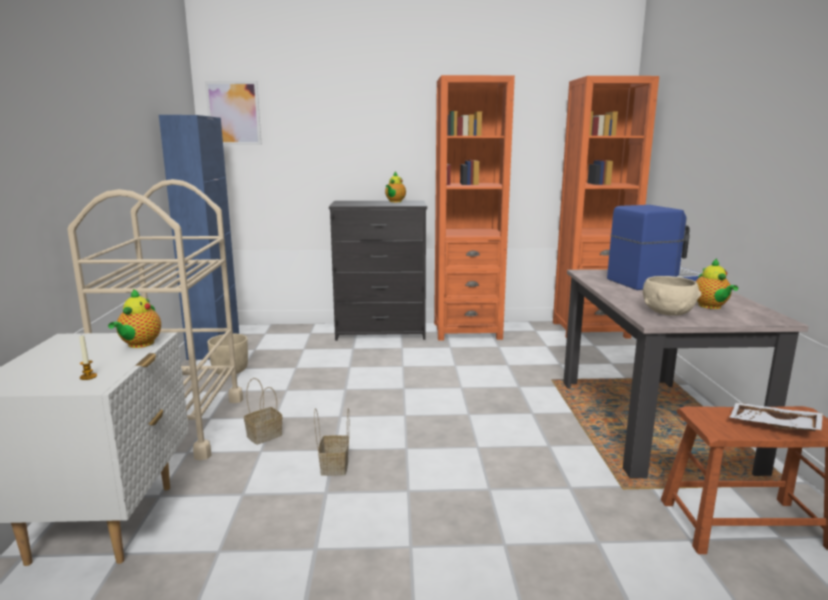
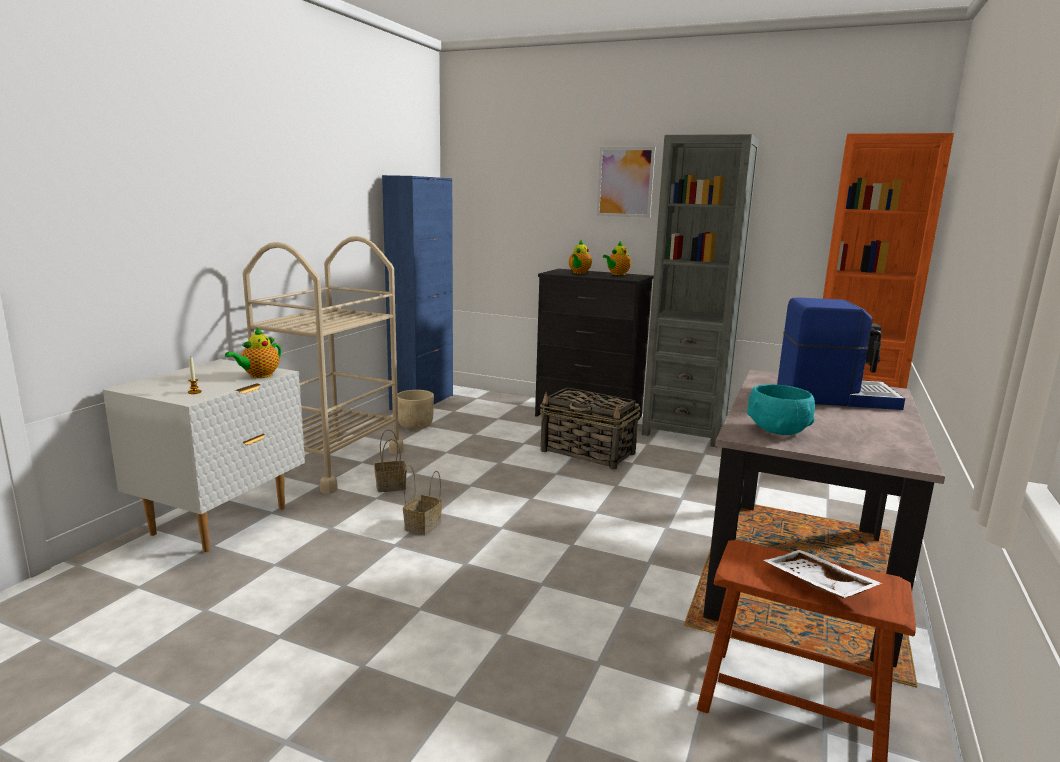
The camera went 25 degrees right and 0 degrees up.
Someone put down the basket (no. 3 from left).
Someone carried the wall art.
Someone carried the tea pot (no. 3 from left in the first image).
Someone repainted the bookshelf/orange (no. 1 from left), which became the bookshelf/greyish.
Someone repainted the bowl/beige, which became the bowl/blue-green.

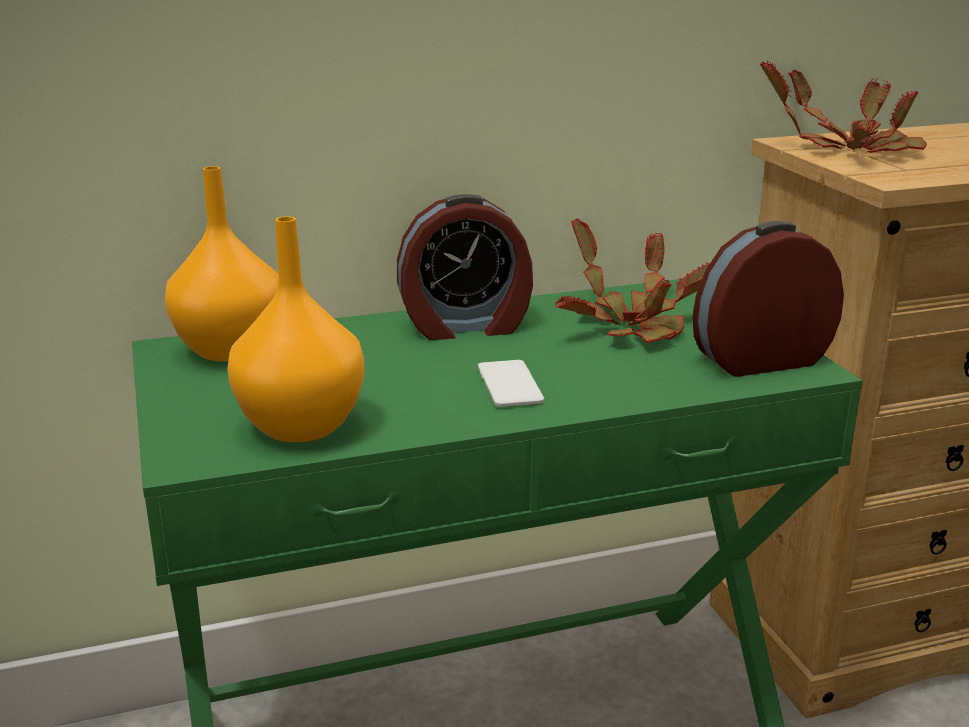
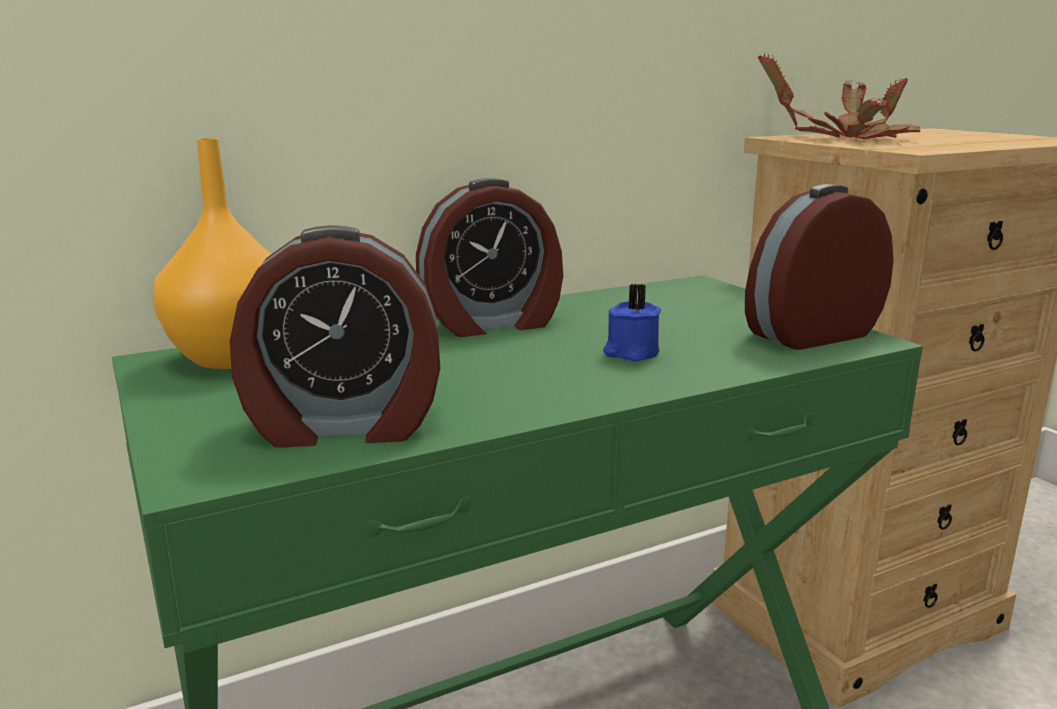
The camera went 10 degrees left and 5 degrees down.
Someone took away the handset.
Someone took away the potted plant (no. 1 from left).
Someone put down the candle/blue.
Someone swapped the decorative vase/orange (no. 2 from left) for the alarm clock (no. 1 from left).

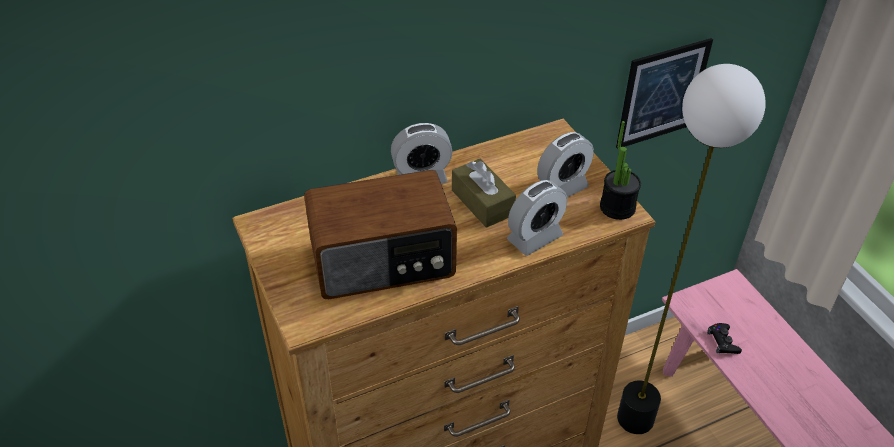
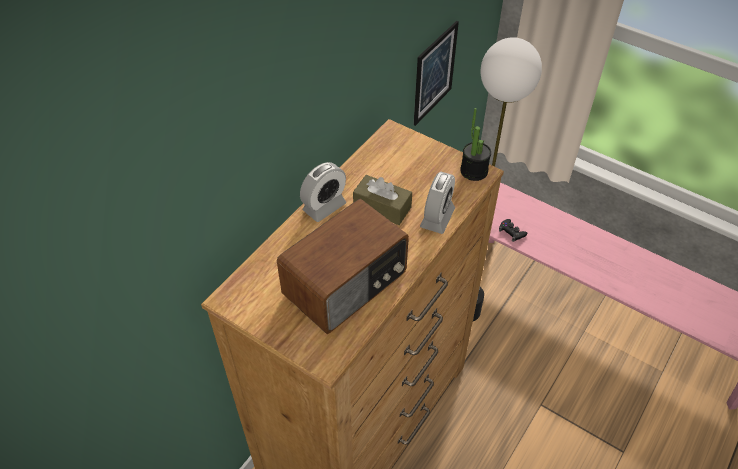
The camera went 30 degrees left and 5 degrees up.
Someone took away the alarm clock (no. 3 from left).

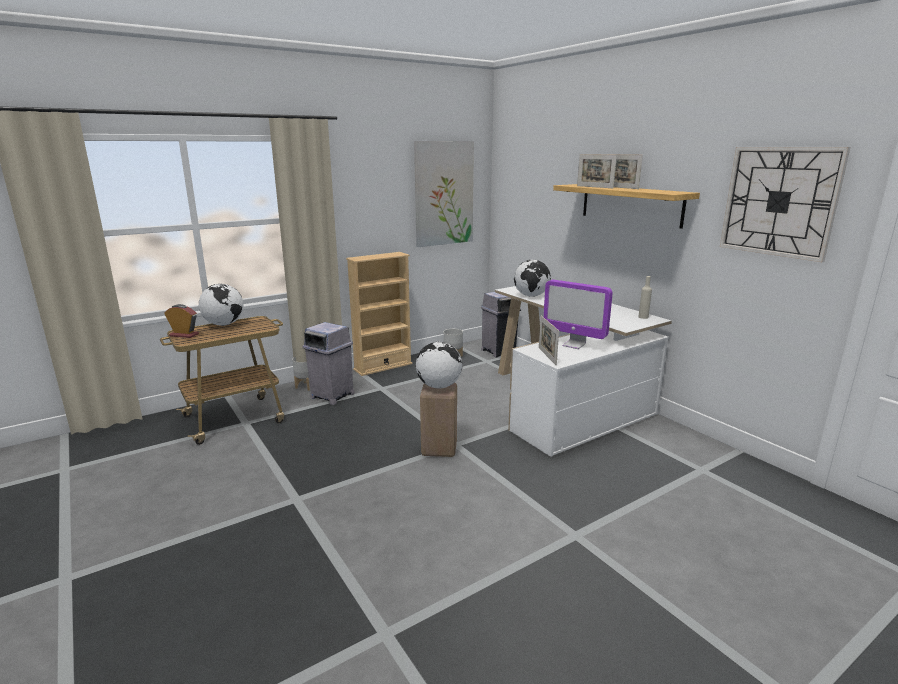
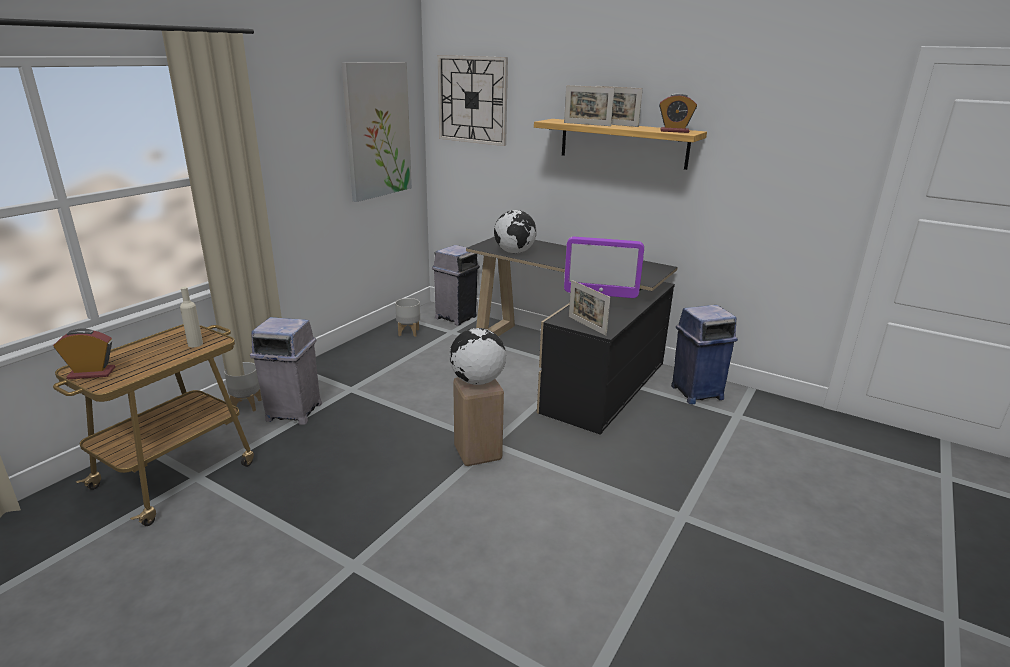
The camera went 25 degrees left and 5 degrees up.
Someone took away the world globe (no. 1 from left).
Someone took away the bookshelf/beige.
Someone put down the alarm clock (no. 2 from left).
Someone put down the trash can/blue.
Someone carried the drink bottle/beige.
Someone carried the wall clock.
Someone repainted the desk/white-coloured, which became the desk/blackish.

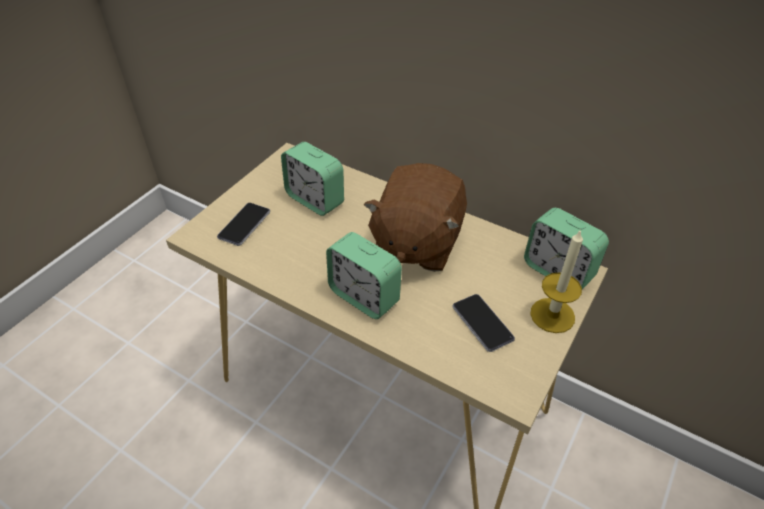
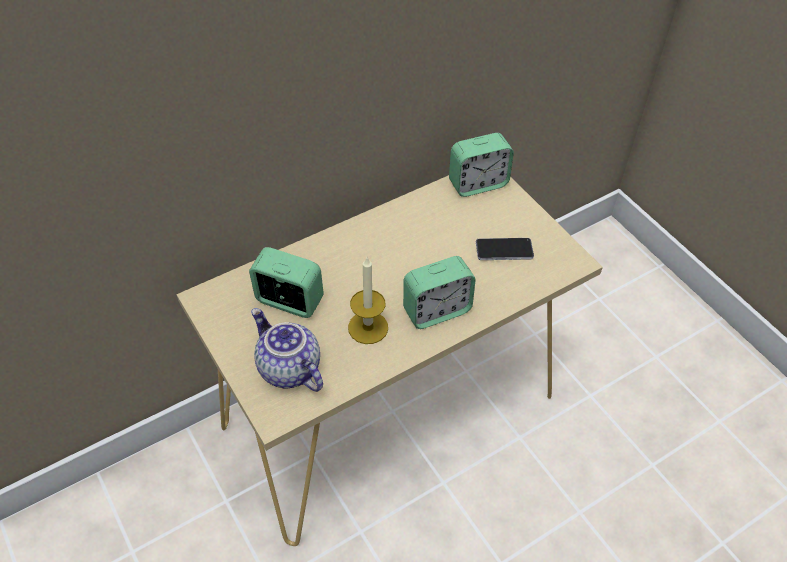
The camera went 65 degrees left and 5 degrees up.
Someone took away the soft toy/brown.
Someone carried the candle.
Someone swapped the handset (no. 1 from left) for the tea pot.
Someone rotated the alarm clock (no. 1 from left) by 135 degrees counterclockwise.

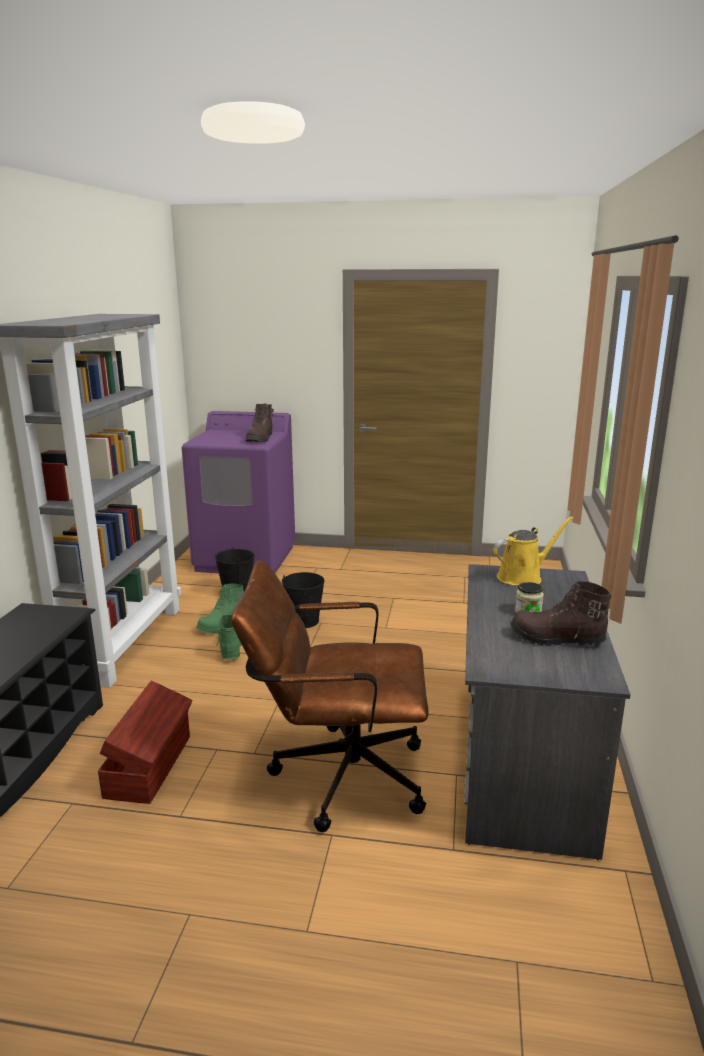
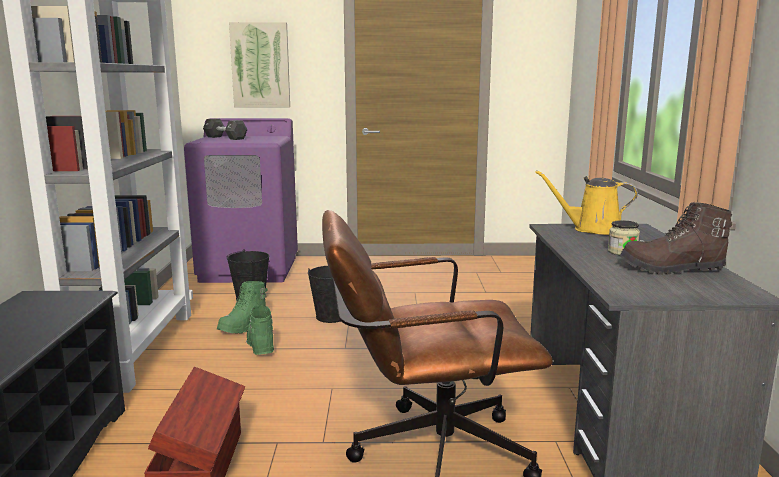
The camera went 10 degrees left and 5 degrees down.
Someone took away the boot/brown (no. 1 from left).
Someone put down the dumbbell/blackish.
Someone put up the wall art.
Someone rotated the watering can/yellow-coloured by 135 degrees counterclockwise.

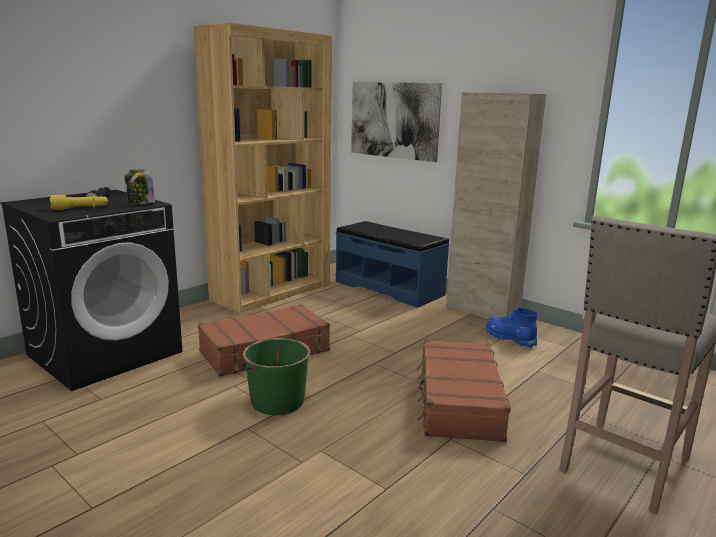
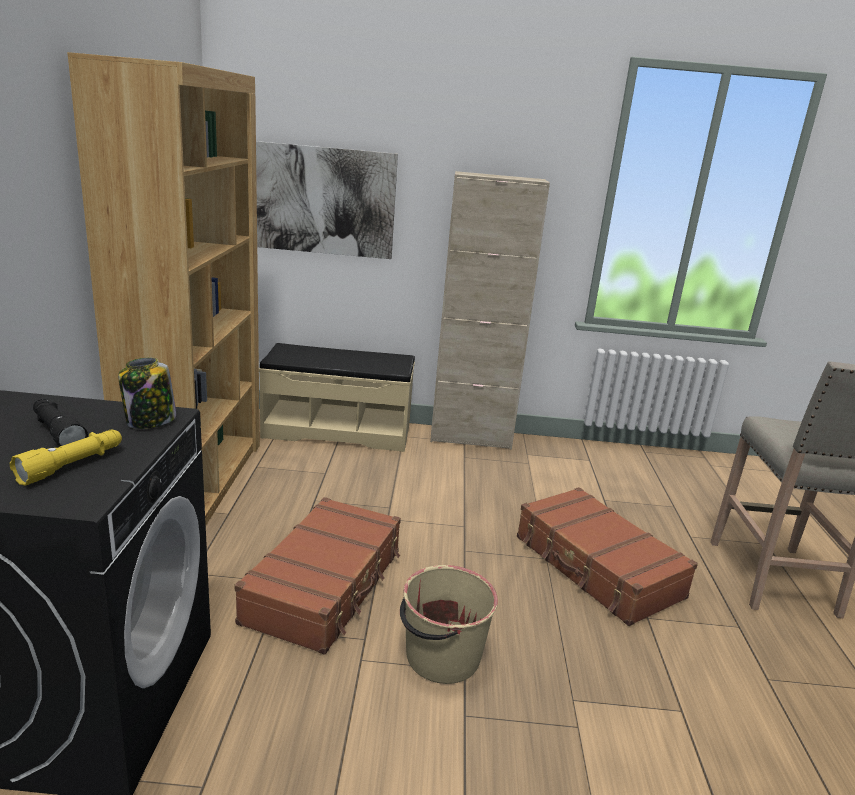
The camera went 40 degrees left and 5 degrees up.
Someone took away the boot/blue.
Someone repainted the water bucket/green, which became the water bucket/beige.
Someone repainted the bench/blue, which became the bench/beige.

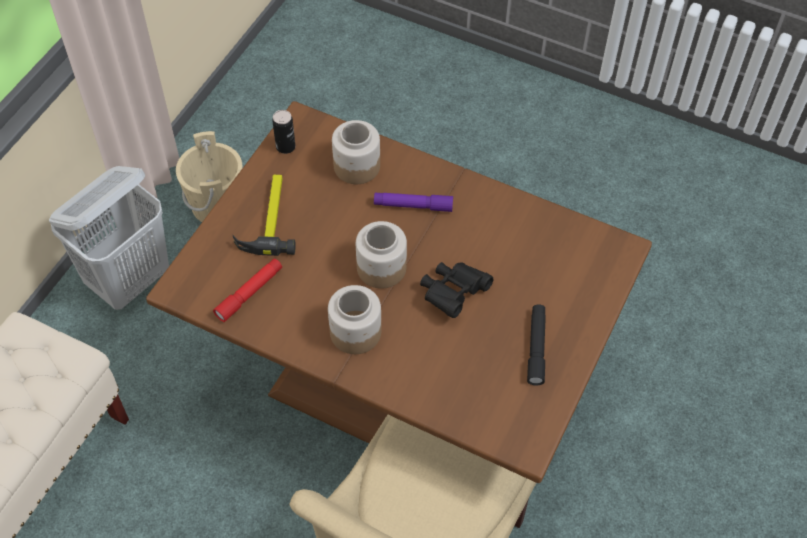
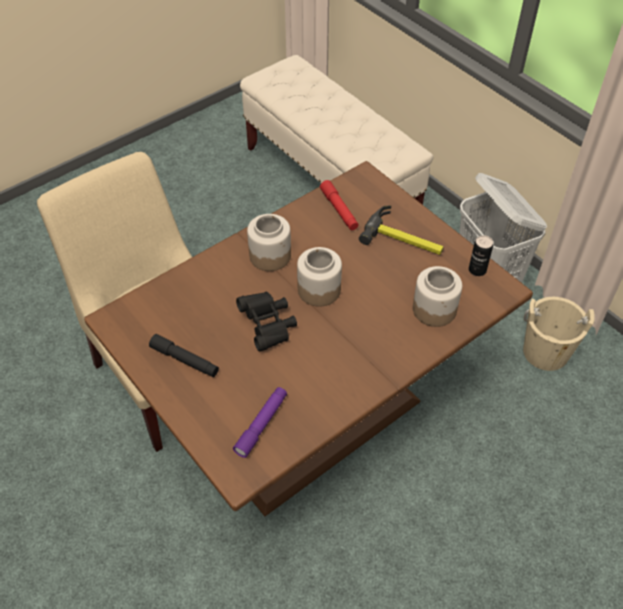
The camera went 115 degrees right and 5 degrees down.
Someone carried the flashlight/purplish.

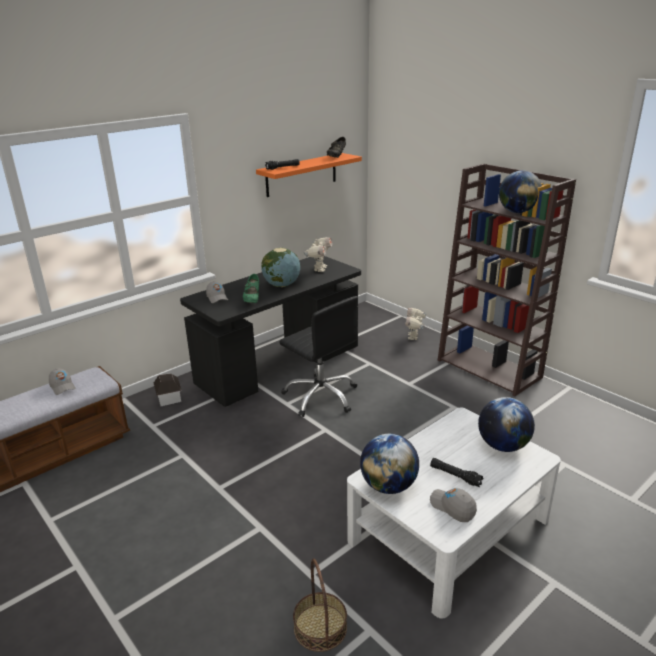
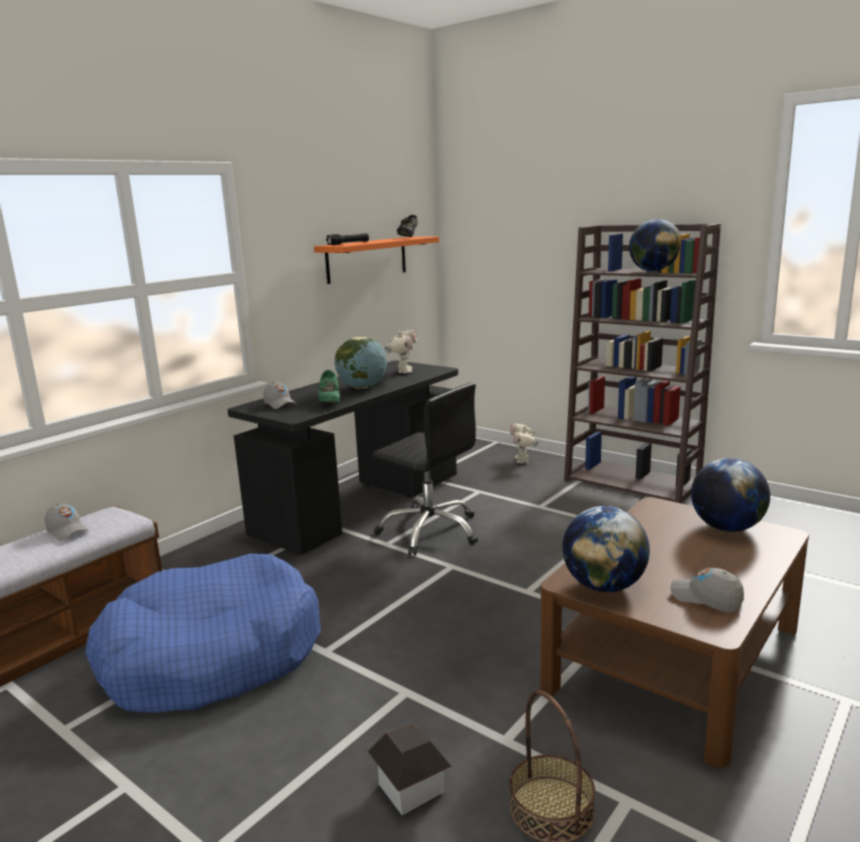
The camera went 10 degrees left and 10 degrees down.
Someone took away the flashlight/blackish (no. 2 from left).
Someone put down the dog bed/blue.
Someone carried the toy house.
Someone repainted the lounge table/white-coloured, which became the lounge table/brown.

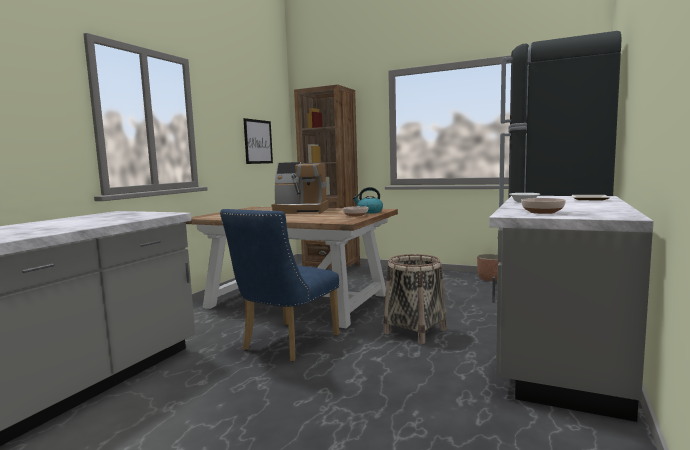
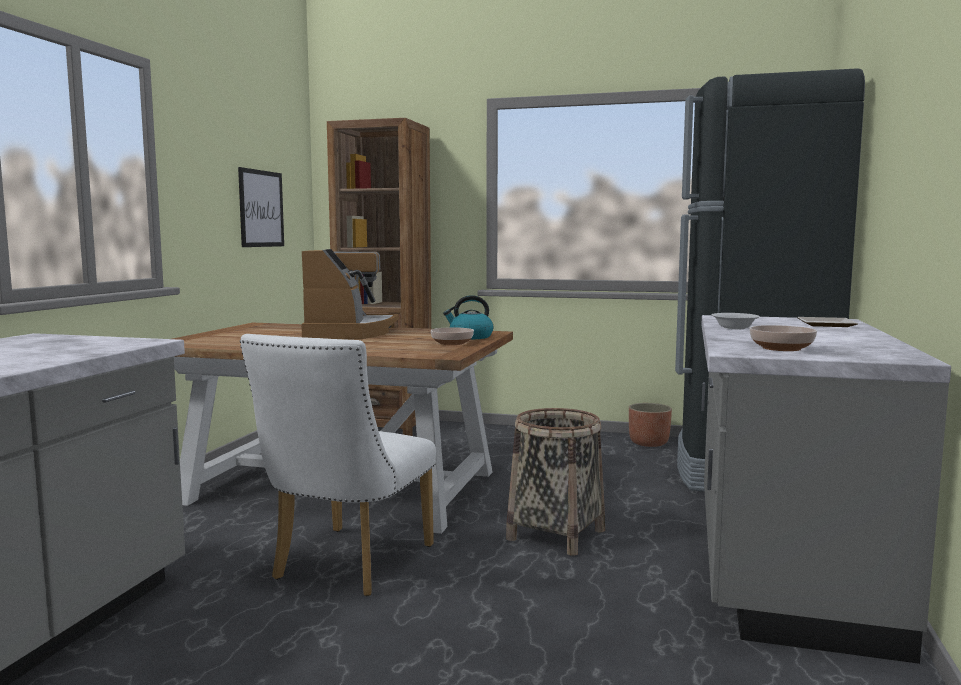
The camera went 10 degrees left and 0 degrees up.
Someone repainted the chair/blue, which became the chair/white-coloured.
Someone rotated the coffee brewer by 90 degrees counterclockwise.

